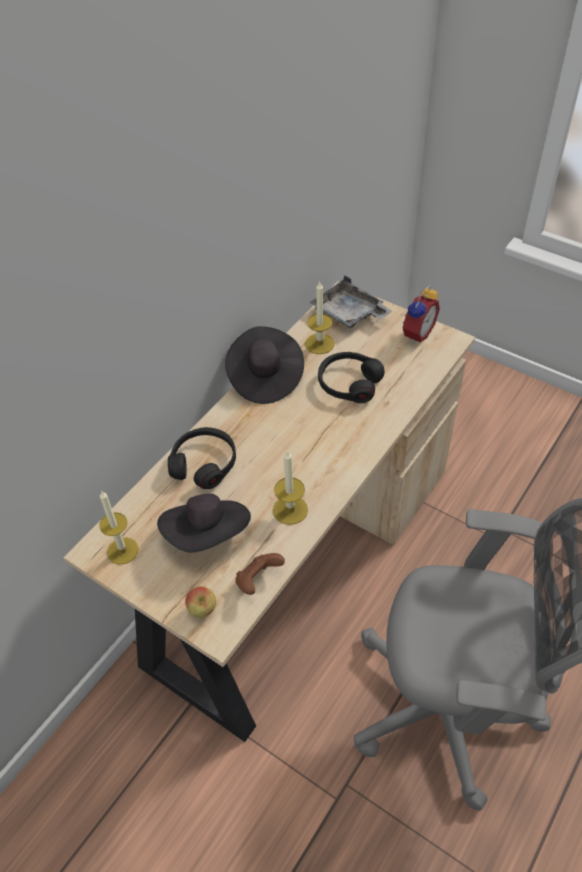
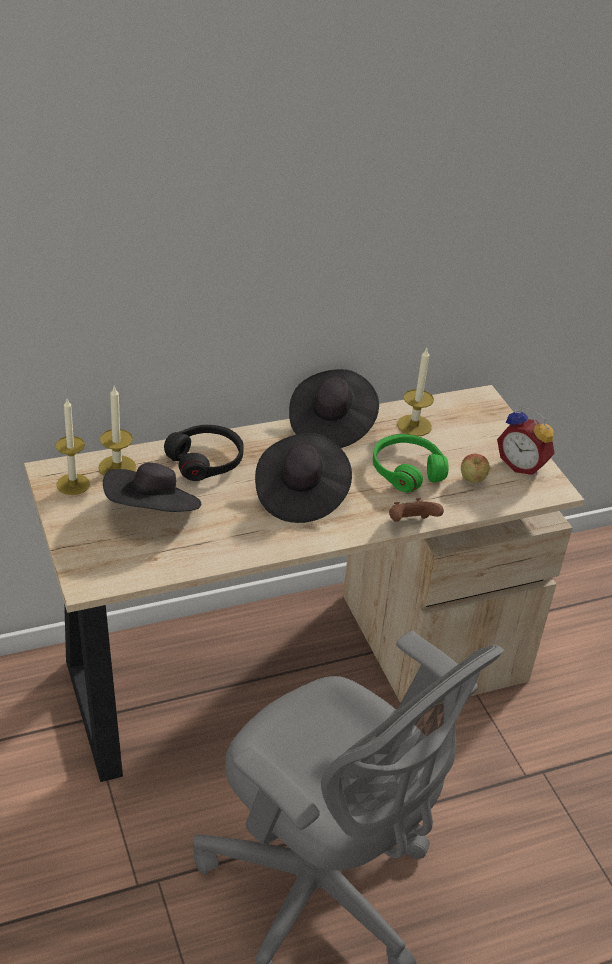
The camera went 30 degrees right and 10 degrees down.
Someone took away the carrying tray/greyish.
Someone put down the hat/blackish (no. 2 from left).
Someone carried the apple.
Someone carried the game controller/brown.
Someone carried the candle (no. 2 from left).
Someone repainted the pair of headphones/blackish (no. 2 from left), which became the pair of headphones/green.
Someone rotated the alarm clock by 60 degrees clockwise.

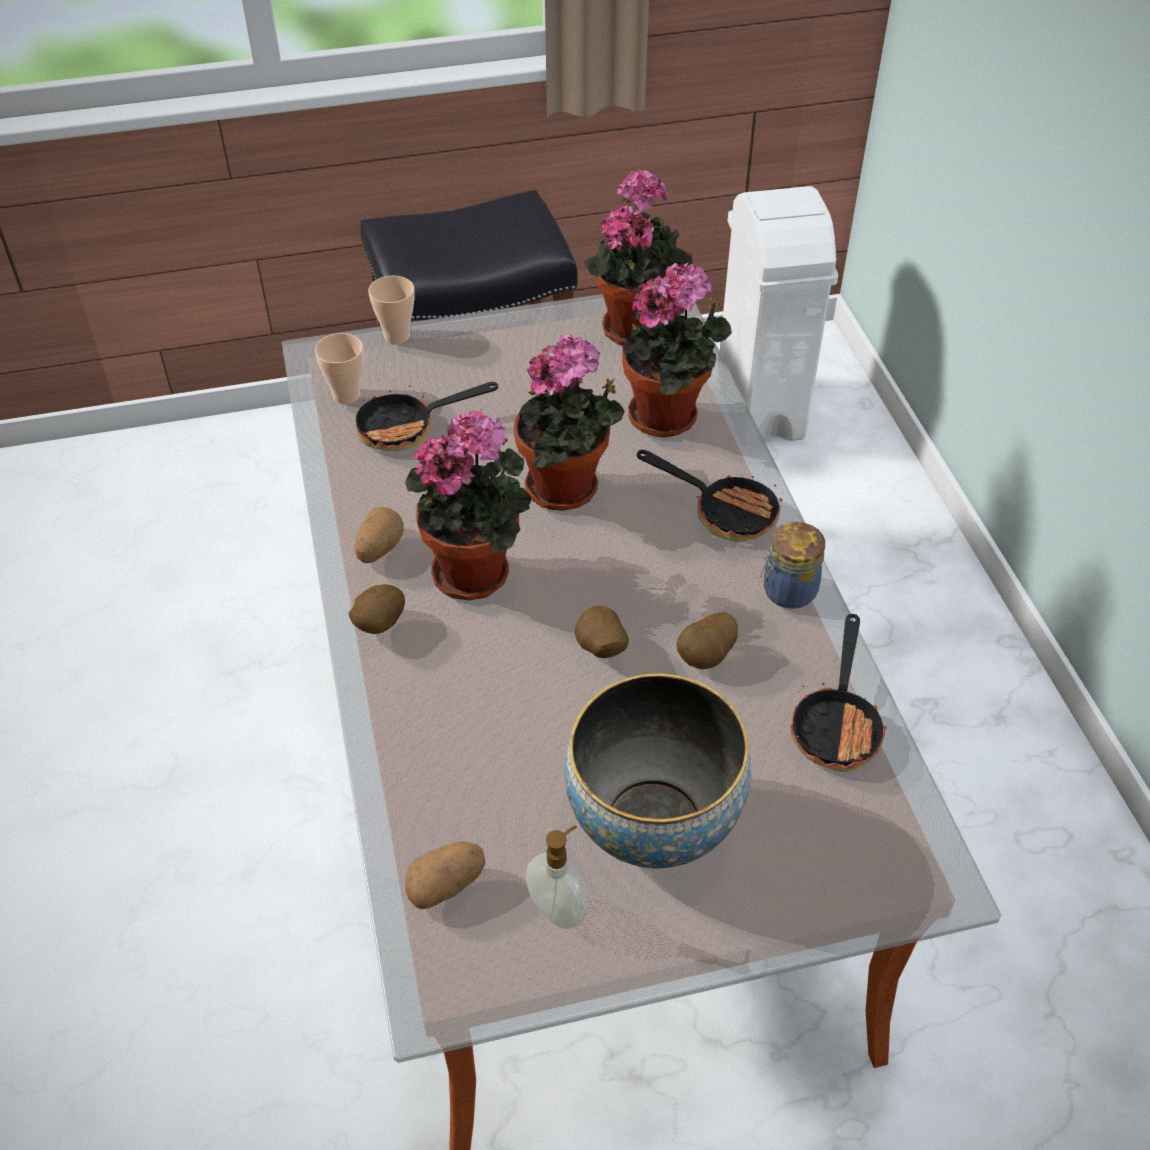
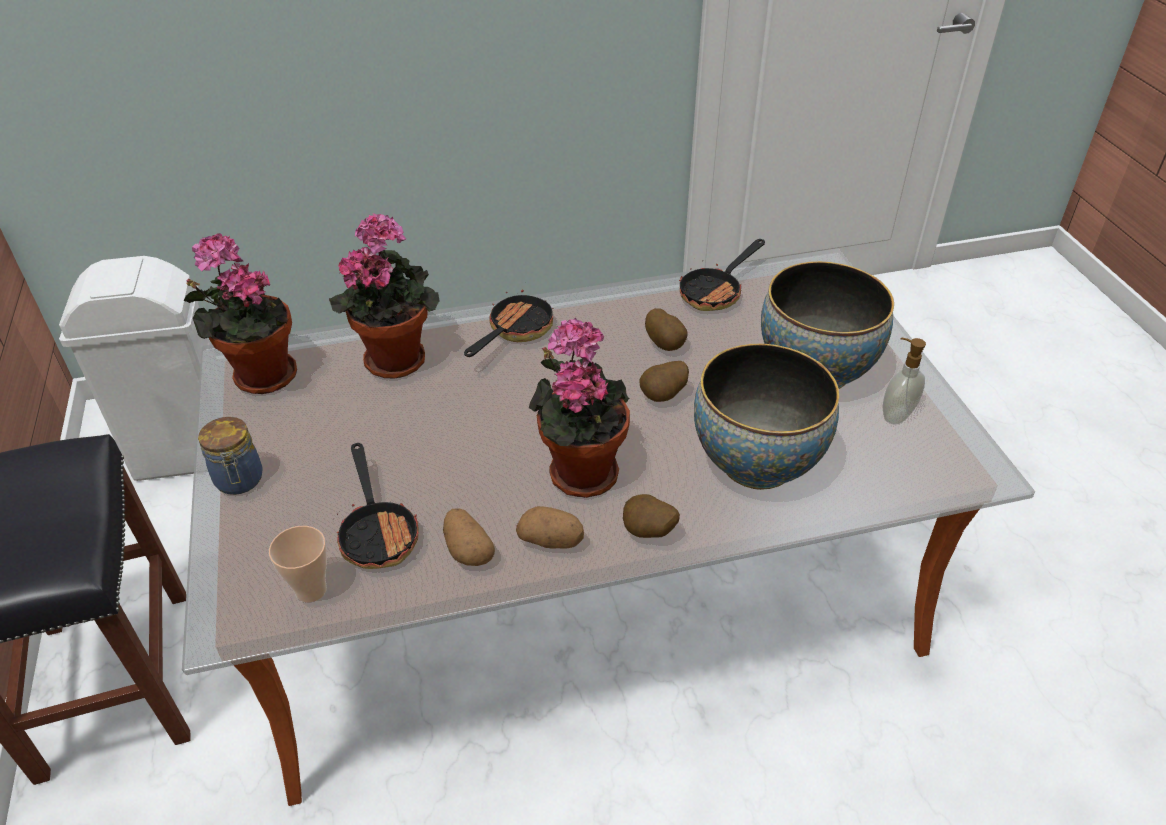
The camera went 90 degrees left and 5 degrees down.
Someone took away the cup (no. 2 from left).
Someone took away the potted plant (no. 2 from left).
Someone put down the bowl (no. 1 from left).
Someone carried the whole potato (no. 3 from left in the first image).
Someone carried the storage jar.
Someone rotated the pan (no. 3 from left) by 120 degrees clockwise.

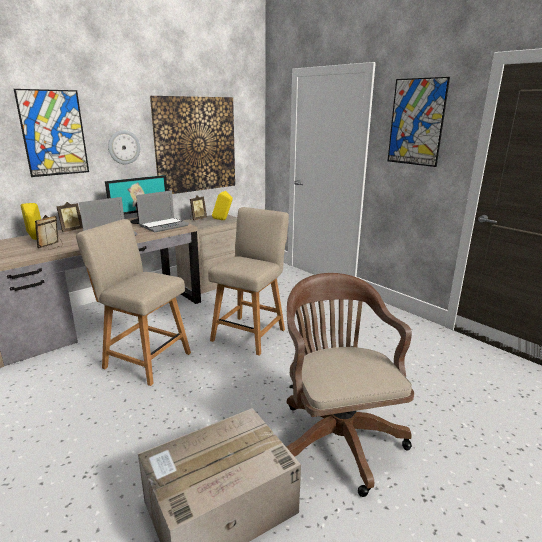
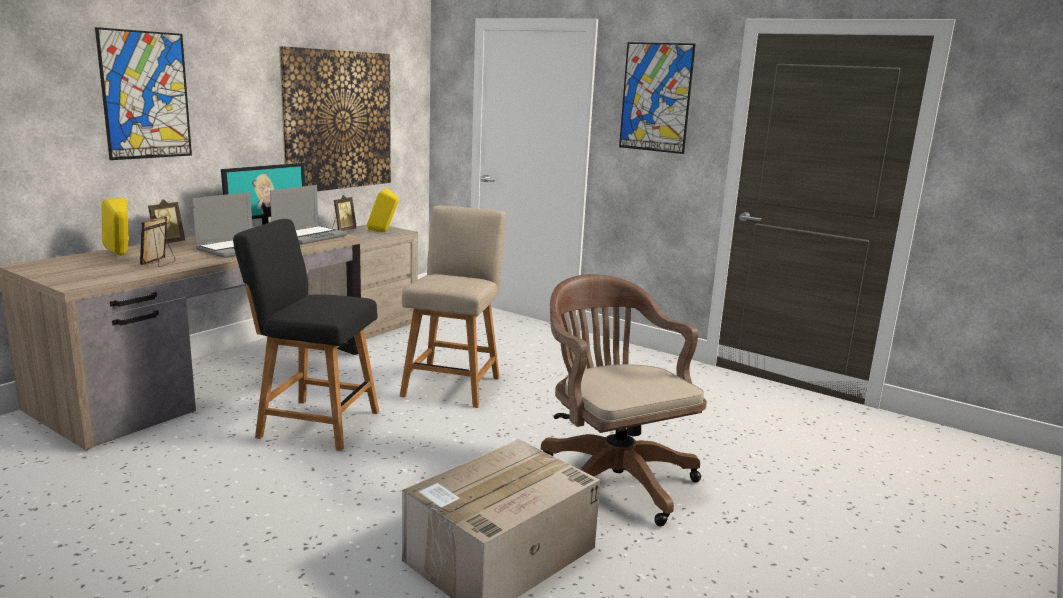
The camera went 15 degrees left and 5 degrees down.
Someone took away the wall clock.
Someone repainted the chair/beige (no. 1 from left), which became the chair/blackish.

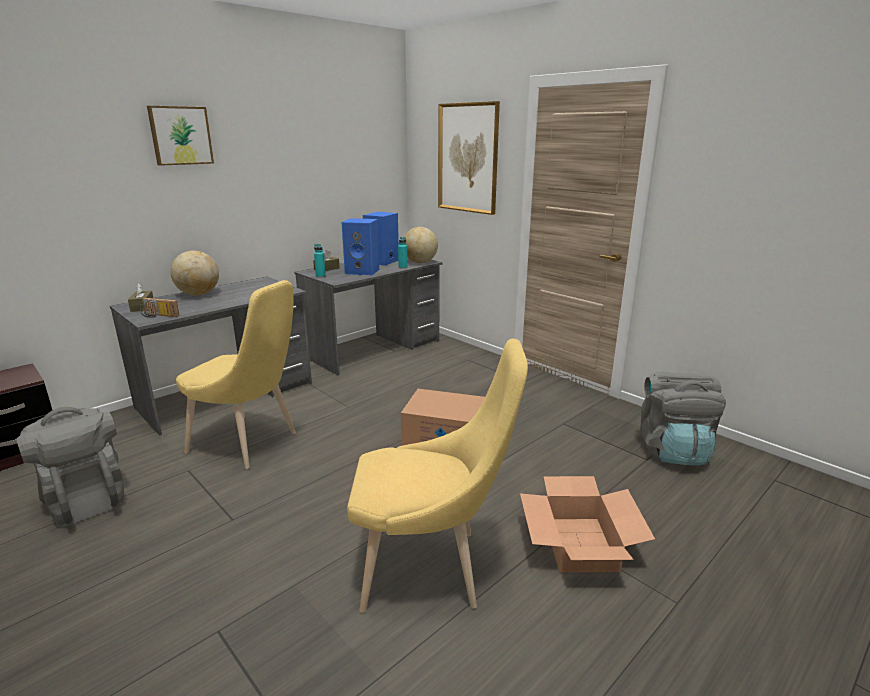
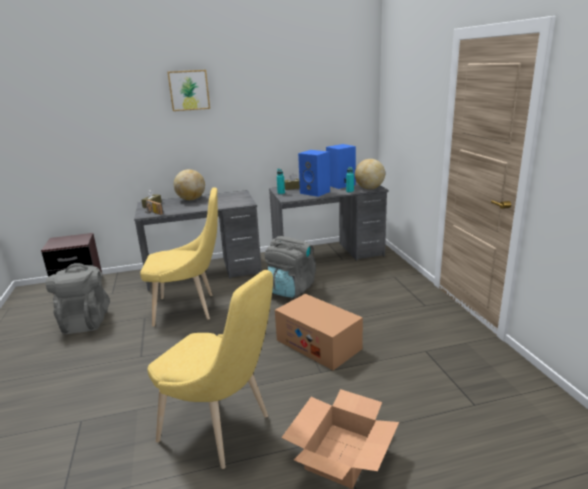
The camera went 30 degrees right and 0 degrees up.
Someone took away the wall art (no. 2 from left).
Someone carried the backpack/greyish (no. 2 from left).
Someone rotated the chair/yellow-coloured (no. 1 from left) by 60 degrees counterclockwise.

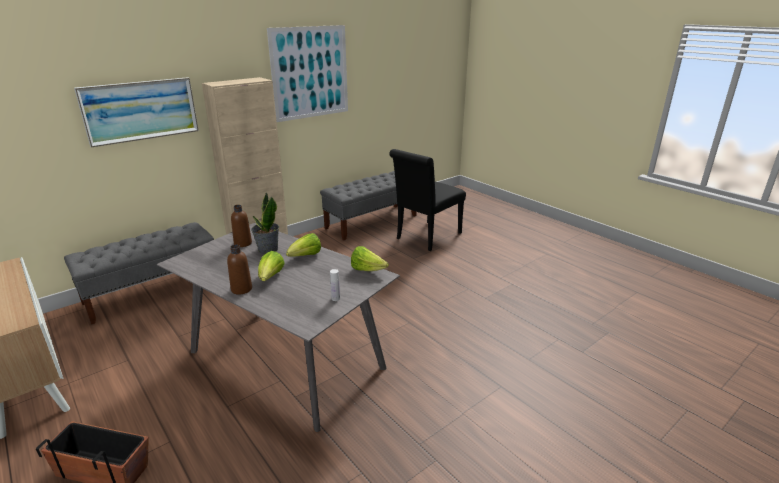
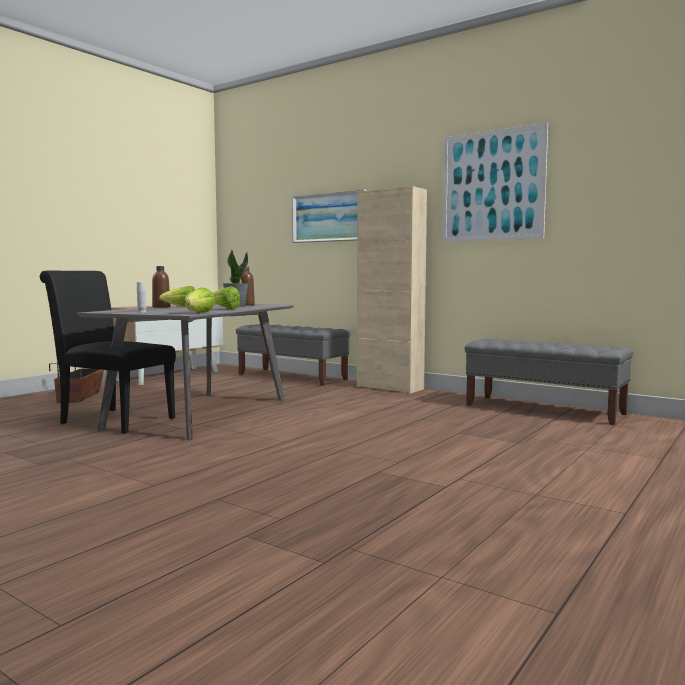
The camera went 75 degrees right and 20 degrees down.
Someone carried the chair/blackish.

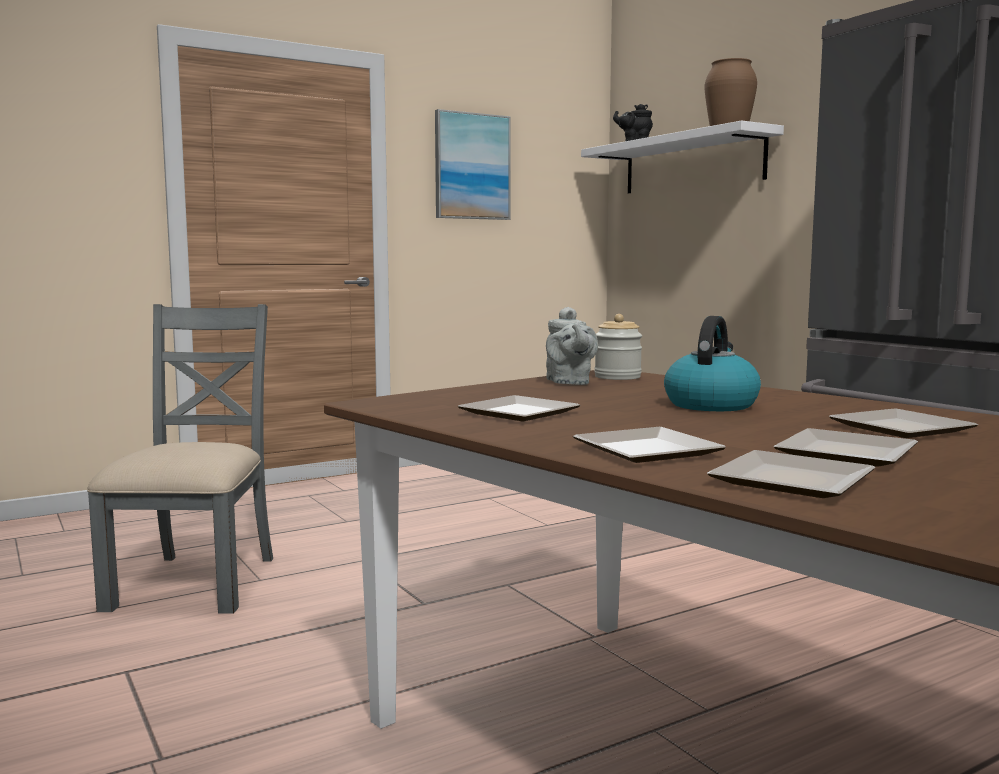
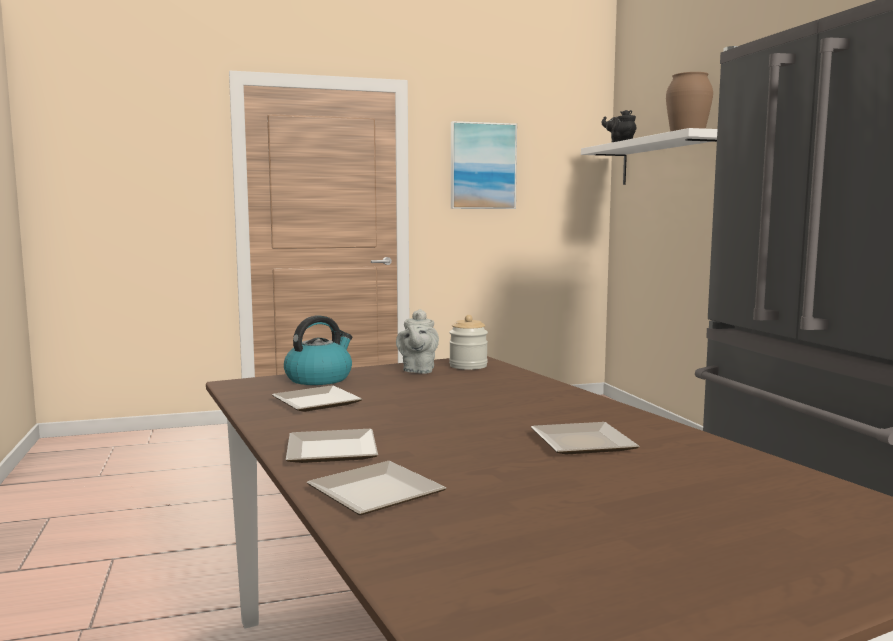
The camera went 15 degrees right and 0 degrees up.
Someone took away the chair/greyish.
Someone took away the dinner plate (no. 4 from left).
Someone carried the water kettle.

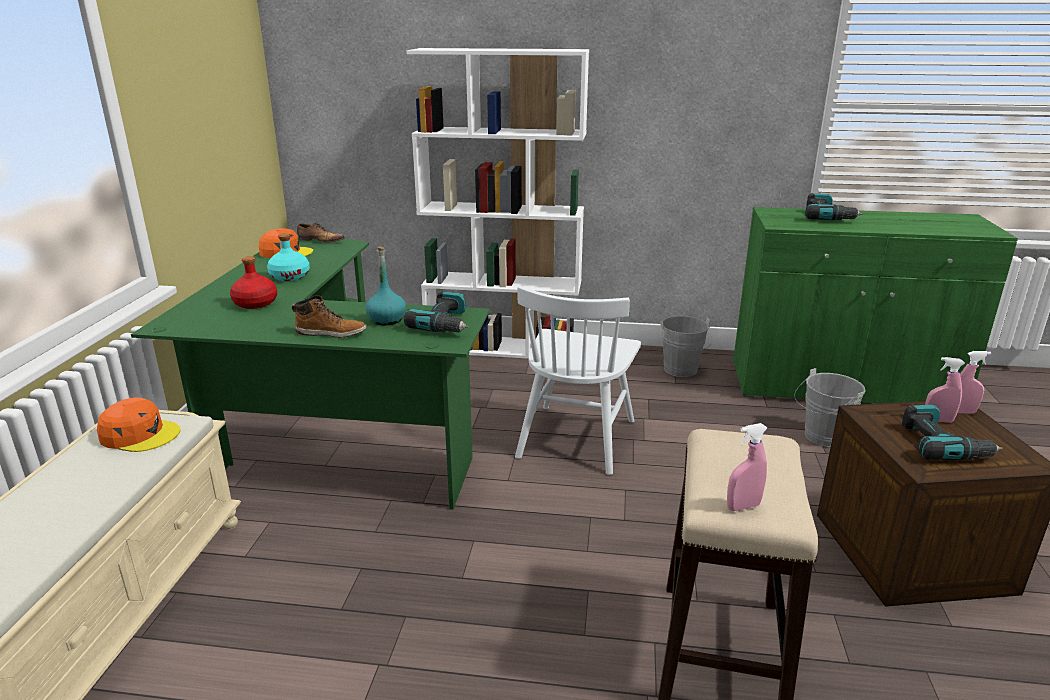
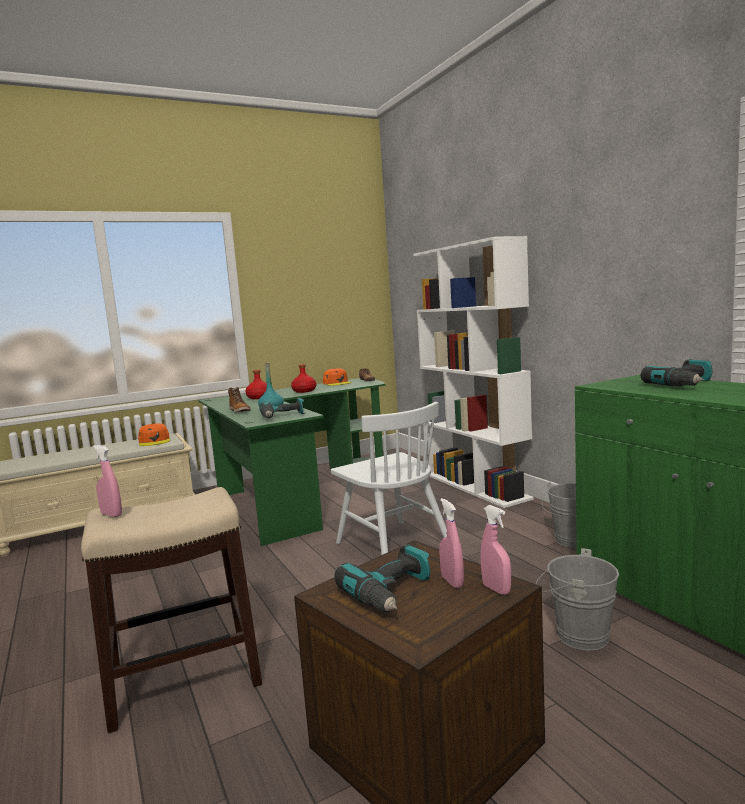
The camera went 55 degrees right and 15 degrees down.
Someone repainted the drink bottle/blue-green (no. 1 from left), which became the drink bottle/red (no. 2 from left).
Someone rotated the chair/white-coloured by 105 degrees counterclockwise.

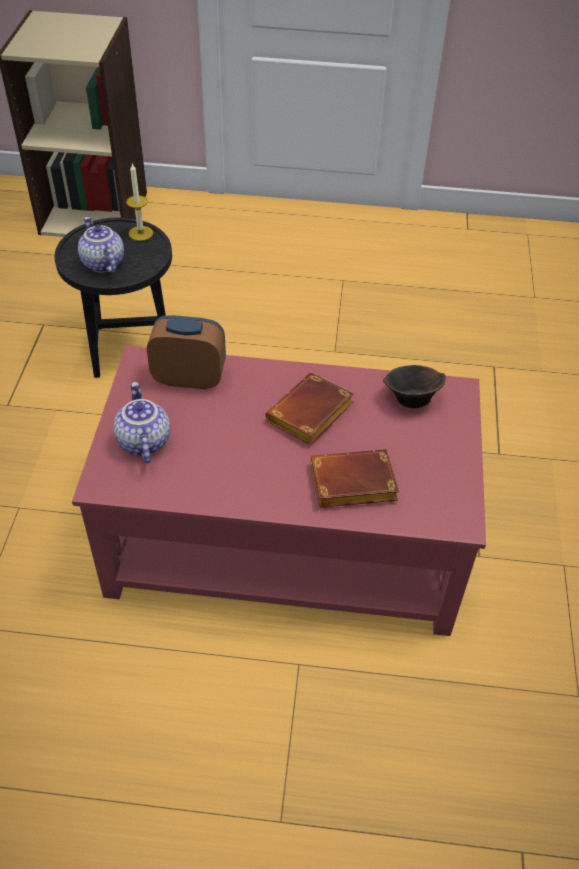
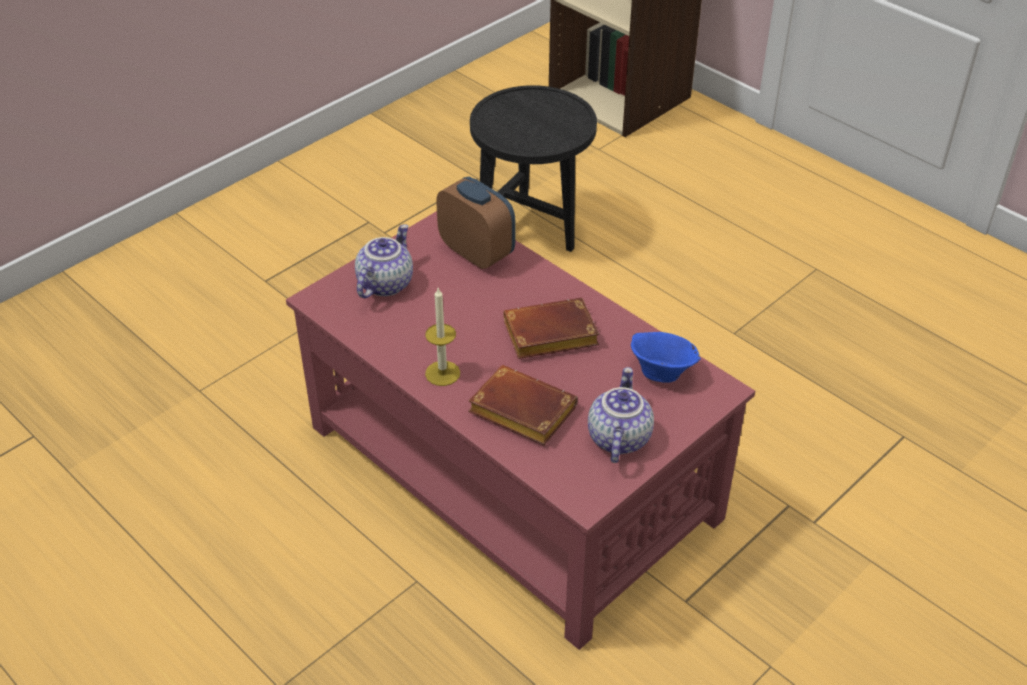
The camera went 40 degrees right and 5 degrees down.
Someone carried the tea pot (no. 1 from left in the first image).
Someone carried the candle.
Someone repainted the bowl/brown, which became the bowl/blue.

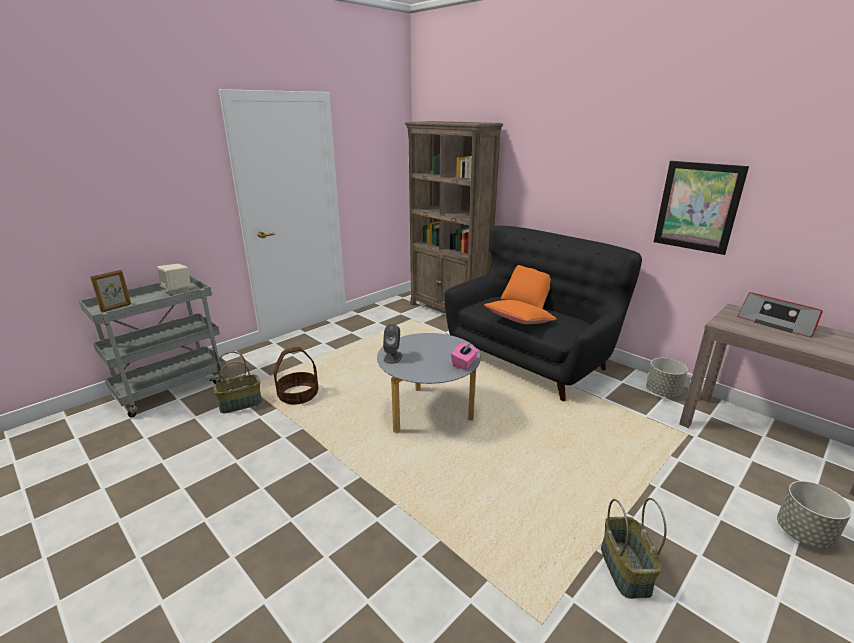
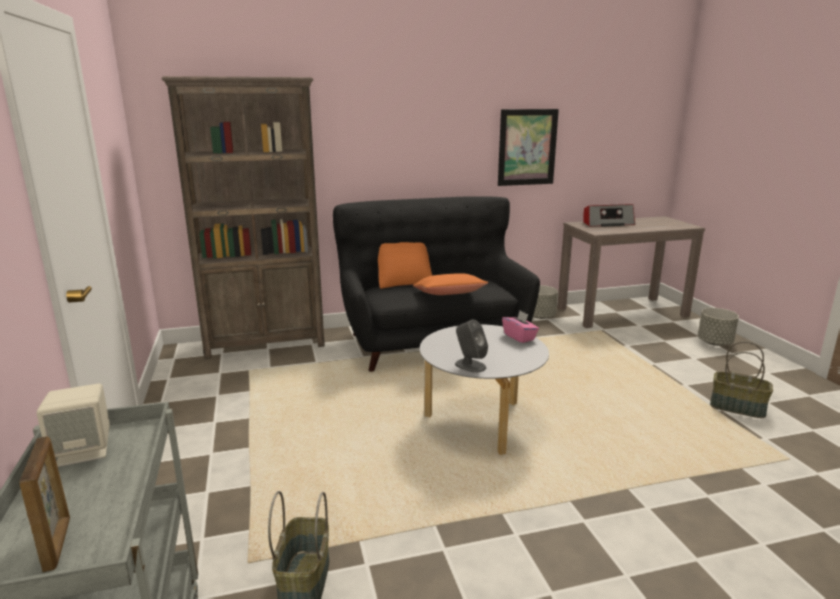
The camera went 60 degrees left and 5 degrees down.
Someone took away the basket (no. 2 from left).

